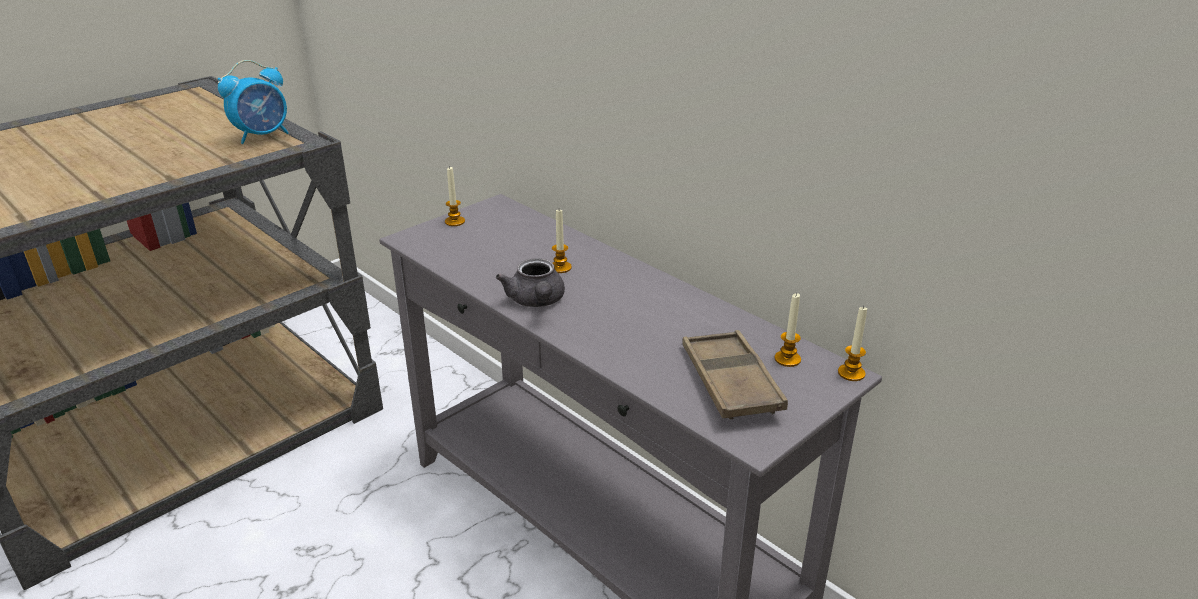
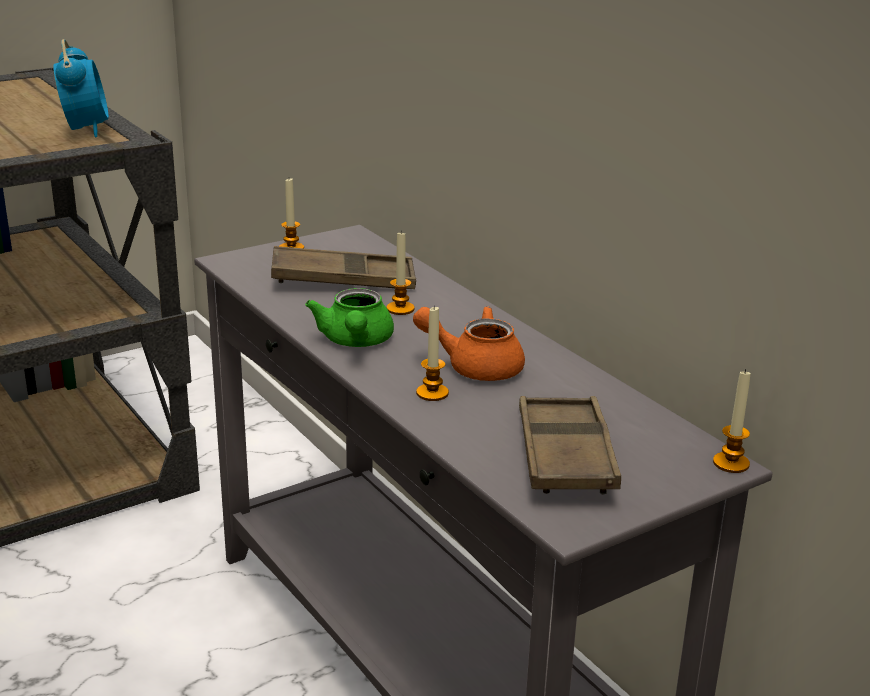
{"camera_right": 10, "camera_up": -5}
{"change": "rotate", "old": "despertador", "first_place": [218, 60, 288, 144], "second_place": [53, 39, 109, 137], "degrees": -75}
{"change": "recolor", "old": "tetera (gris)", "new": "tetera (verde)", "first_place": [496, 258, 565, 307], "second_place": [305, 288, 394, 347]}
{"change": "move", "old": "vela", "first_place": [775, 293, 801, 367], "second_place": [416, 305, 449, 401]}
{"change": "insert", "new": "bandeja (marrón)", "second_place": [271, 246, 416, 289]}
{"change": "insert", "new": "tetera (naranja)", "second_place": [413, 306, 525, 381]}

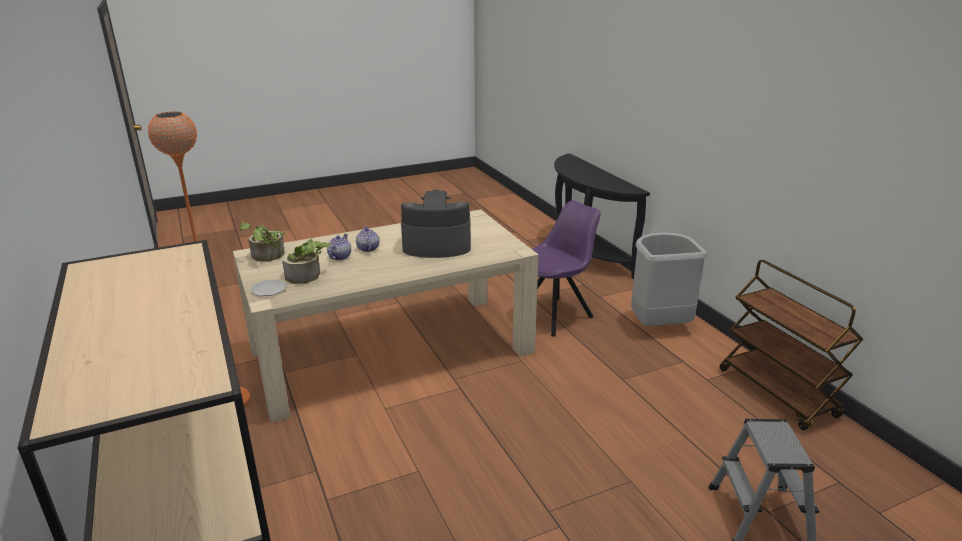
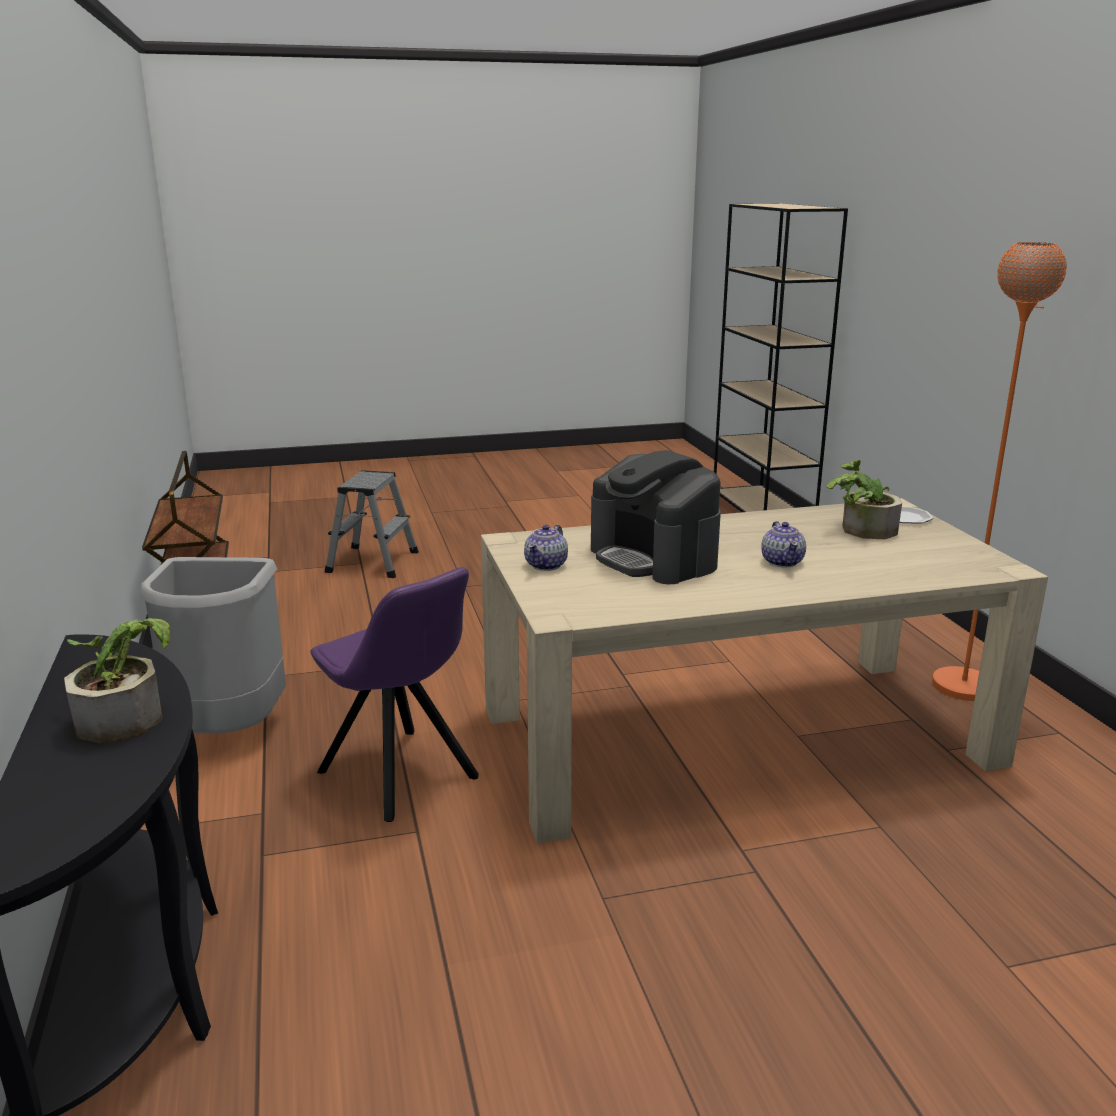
{"camera_right": -170, "camera_up": -5}
{"change": "rotate", "old": "cafetera", "first_place": [401, 190, 471, 258], "second_place": [591, 450, 721, 584], "degrees": 45}
{"change": "rotate", "old": "silla (morado)", "first_place": [532, 200, 601, 337], "second_place": [310, 567, 479, 822], "degrees": -105}
{"change": "move", "old": "planta en maceta", "first_place": [240, 222, 285, 262], "second_place": [64, 618, 170, 744]}
{"change": "move", "old": "tetera", "first_place": [327, 234, 351, 260], "second_place": [524, 525, 568, 571]}

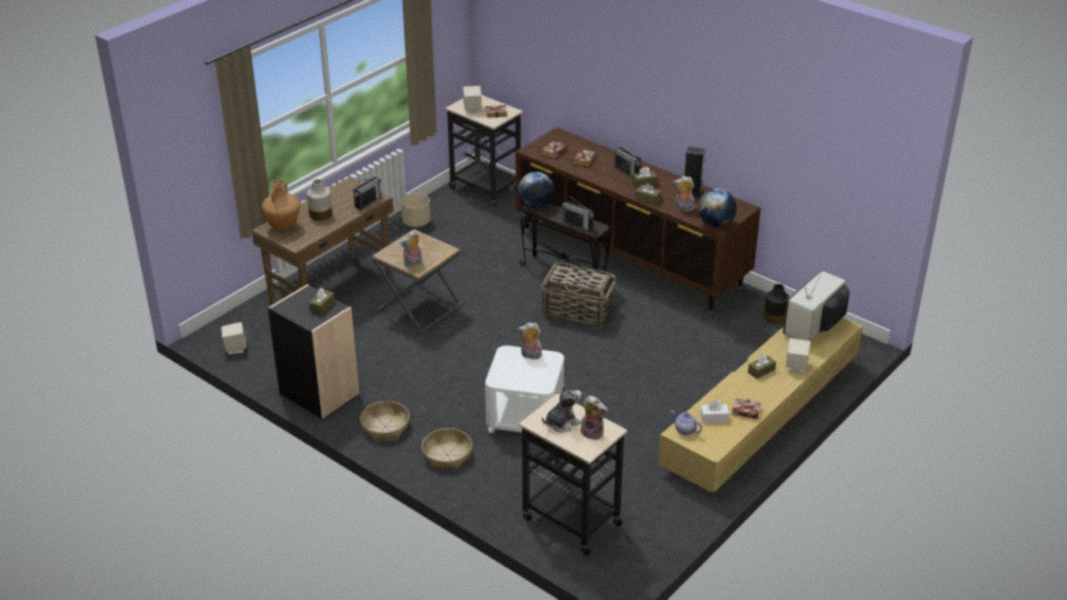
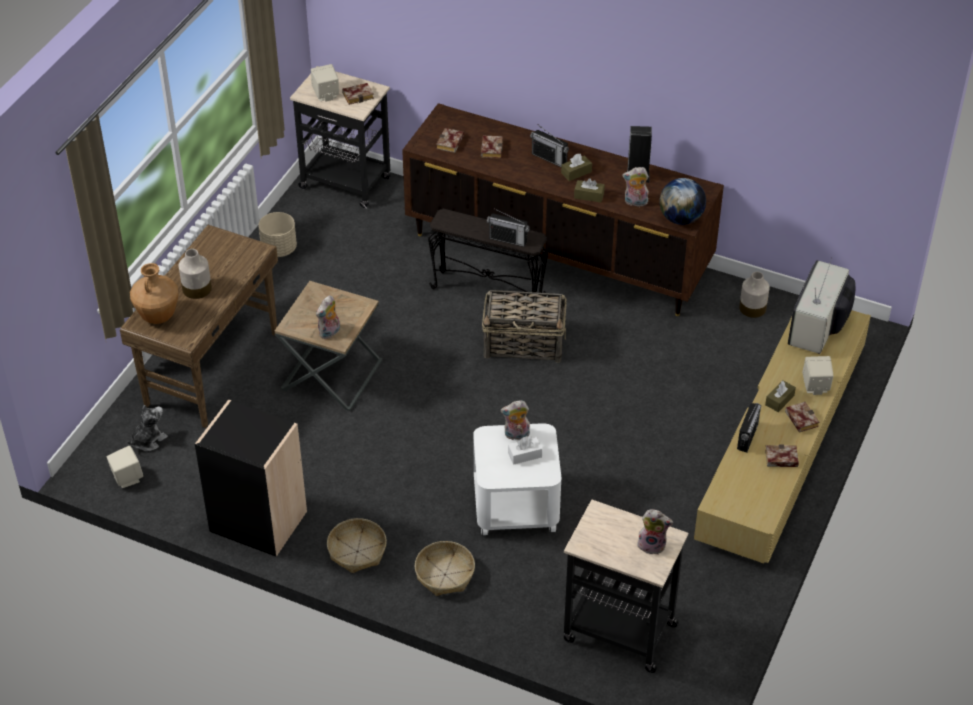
{"camera_right": -15, "camera_up": 10}
{"change": "delete", "old": "globo terráqueo", "first_place": [518, 172, 554, 208]}
{"change": "move", "old": "radio", "first_place": [353, 177, 381, 210], "second_place": [737, 403, 761, 452]}
{"change": "recolor", "old": "florero (negro)", "new": "florero (beis)", "first_place": [764, 284, 789, 324], "second_place": [739, 272, 770, 318]}
{"change": "delete", "old": "caja de pañuelos (marrón)", "first_place": [309, 288, 335, 315]}
{"change": "move", "old": "peluche", "first_place": [542, 385, 582, 433], "second_place": [127, 405, 168, 451]}
{"change": "move", "old": "caja de pañuelos (blanco)", "first_place": [700, 400, 729, 423], "second_place": [508, 436, 542, 465]}
{"change": "delete", "old": "tetera", "first_place": [671, 410, 702, 435]}
{"change": "insert", "new": "libro", "second_place": [785, 402, 820, 433]}

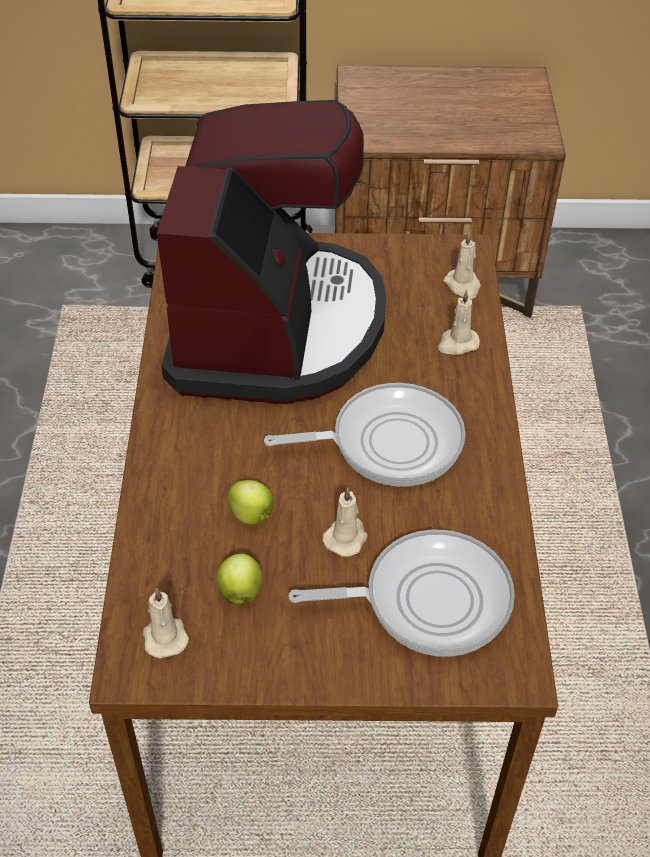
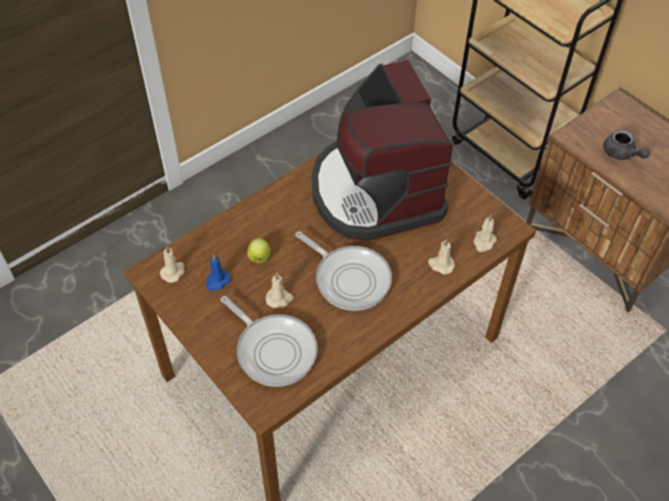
{"camera_right": 50, "camera_up": 5}
{"change": "rotate", "old": "cafetera", "first_place": [156, 100, 386, 404], "second_place": [312, 60, 453, 241], "degrees": 105}
{"change": "replace", "old": "manzana", "new": "vela (azul)", "first_place": [217, 553, 262, 605], "second_place": [206, 254, 231, 291]}
{"change": "insert", "new": "tetera (gris)", "second_place": [603, 130, 650, 160]}

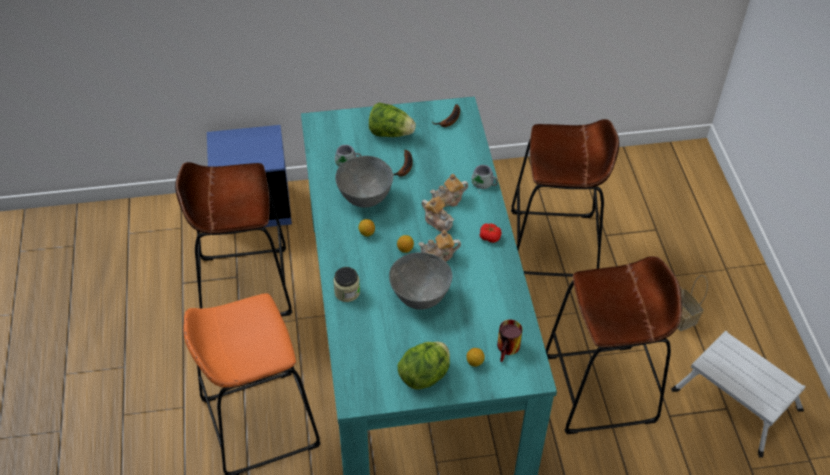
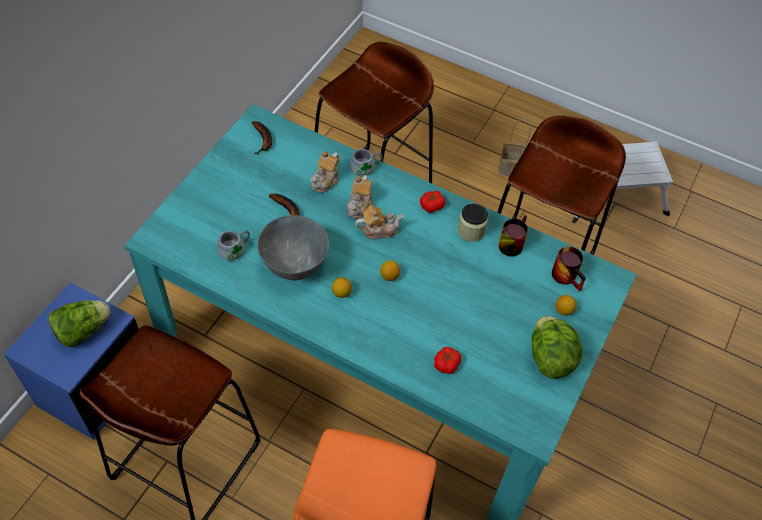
{"camera_right": -55, "camera_up": 5}
{"change": "move", "old": "lechuga", "first_place": [369, 103, 416, 137], "second_place": [48, 300, 111, 347]}
{"change": "move", "old": "tetera", "first_place": [418, 230, 461, 262], "second_place": [311, 151, 340, 193]}
{"change": "delete", "old": "cuenco (gris)", "first_place": [389, 252, 452, 310]}
{"change": "move", "old": "tarro", "first_place": [333, 267, 360, 302], "second_place": [458, 203, 488, 242]}
{"change": "insert", "new": "taza grande", "second_place": [499, 215, 528, 257]}
{"change": "insert", "new": "tomate", "second_place": [434, 347, 461, 374]}

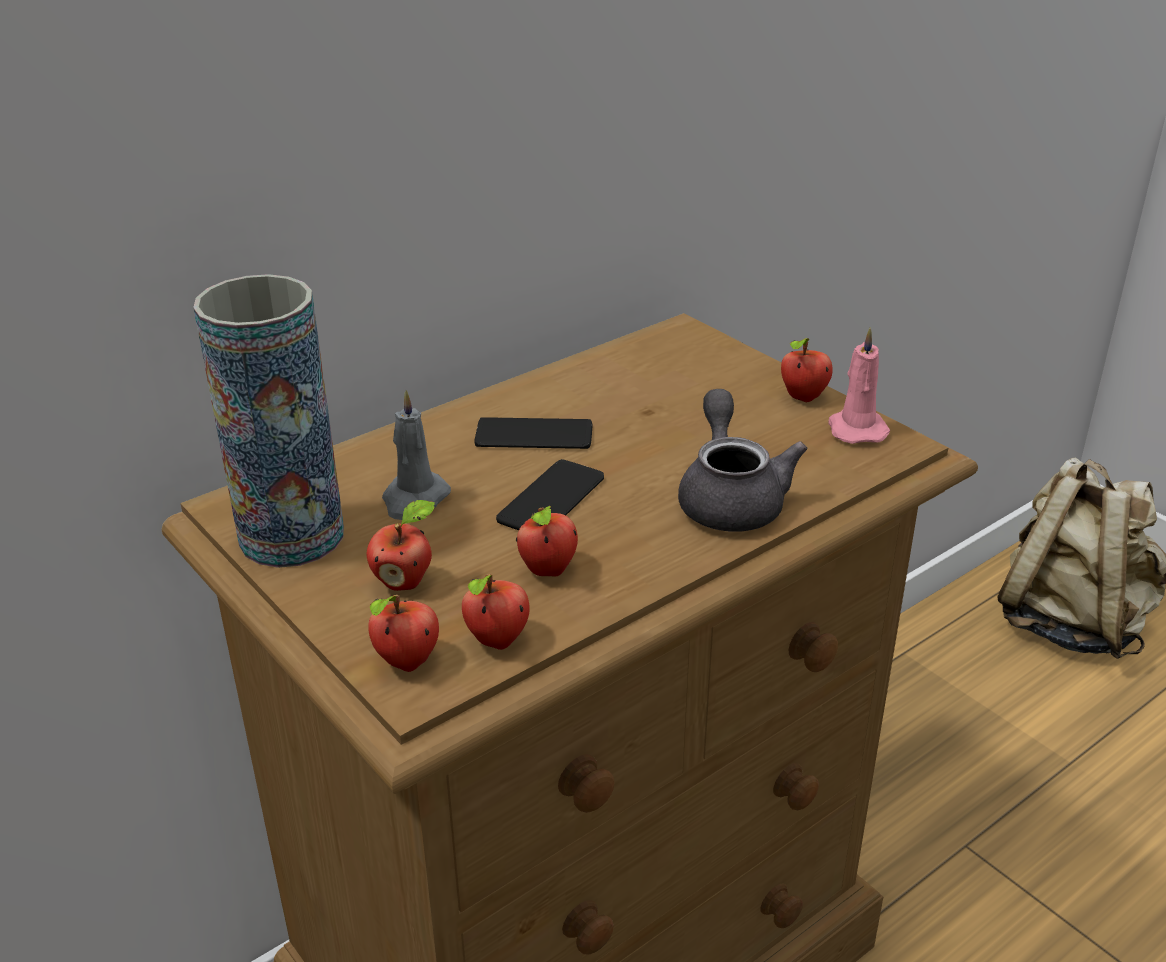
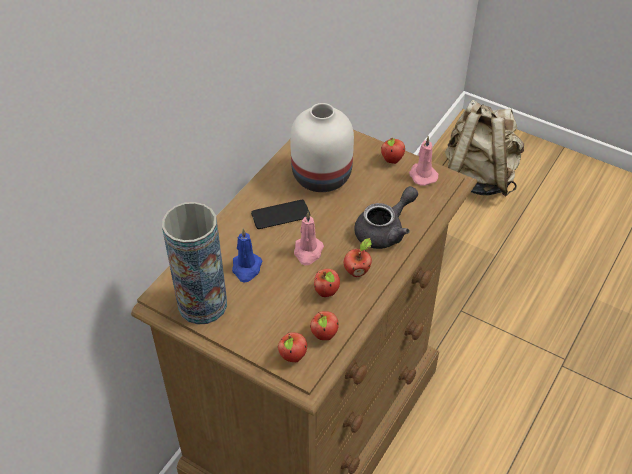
{"camera_right": -20, "camera_up": 15}
{"change": "rotate", "old": "tetera (gris)", "first_place": [678, 389, 807, 531], "second_place": [354, 186, 418, 249], "degrees": 75}
{"change": "recolor", "old": "vela (gris)", "new": "vela (azul)", "first_place": [382, 390, 451, 520], "second_place": [232, 228, 262, 283]}
{"change": "replace", "old": "móvil", "new": "vela (rosa)", "first_place": [496, 459, 604, 530], "second_place": [294, 212, 324, 265]}
{"change": "move", "old": "manzana", "first_place": [367, 500, 435, 591], "second_place": [344, 238, 372, 277]}
{"change": "insert", "new": "florero (blanco)", "second_place": [290, 103, 354, 192]}

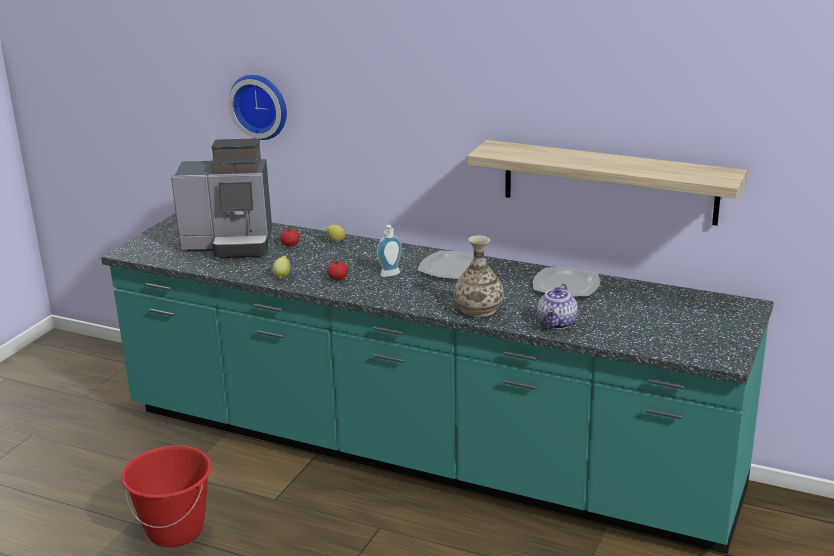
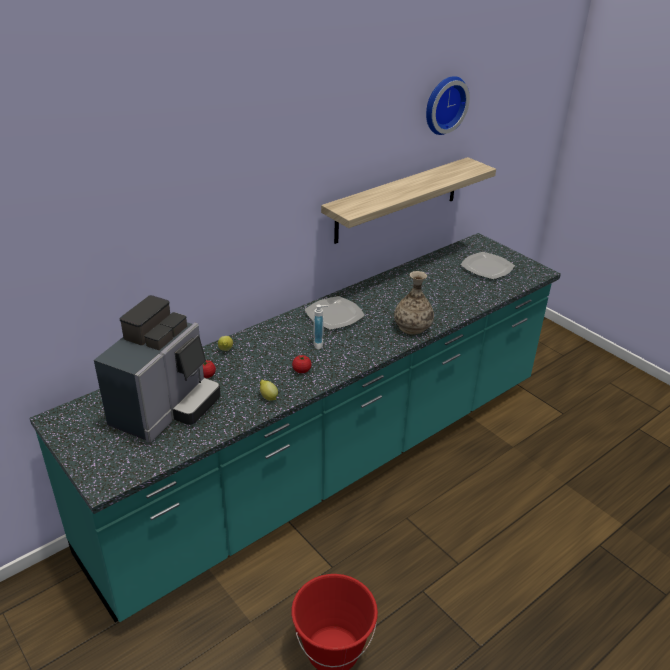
{"camera_right": -65, "camera_up": 10}
{"change": "move", "old": "reloj de pared", "first_place": [228, 75, 287, 140], "second_place": [426, 76, 470, 135]}
{"change": "move", "old": "plato", "first_place": [533, 267, 600, 297], "second_place": [461, 252, 515, 279]}
{"change": "delete", "old": "tetera", "first_place": [537, 284, 578, 329]}

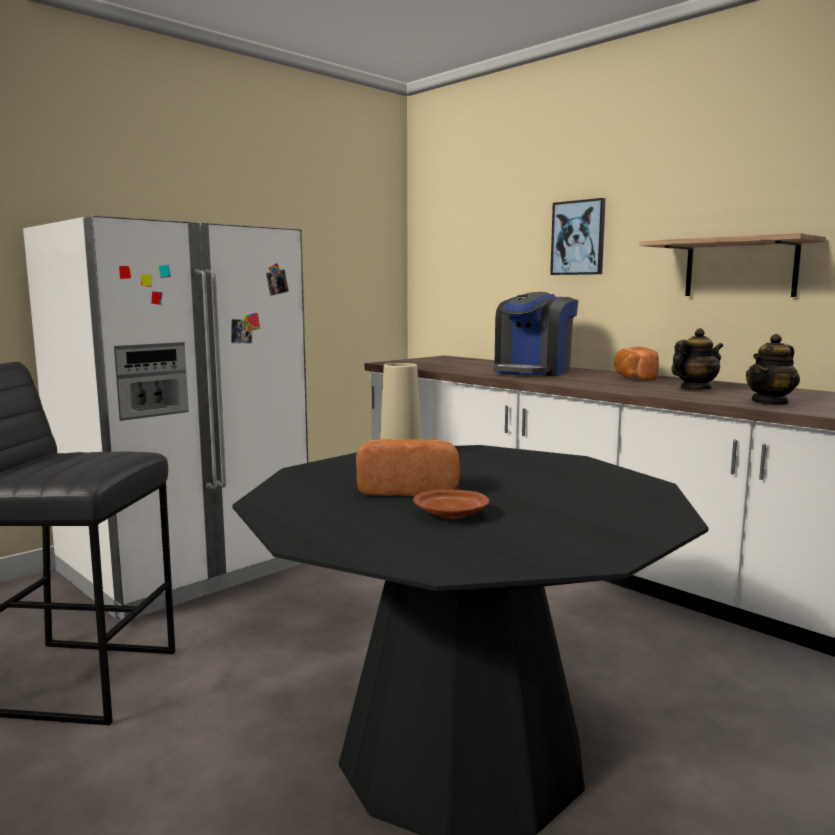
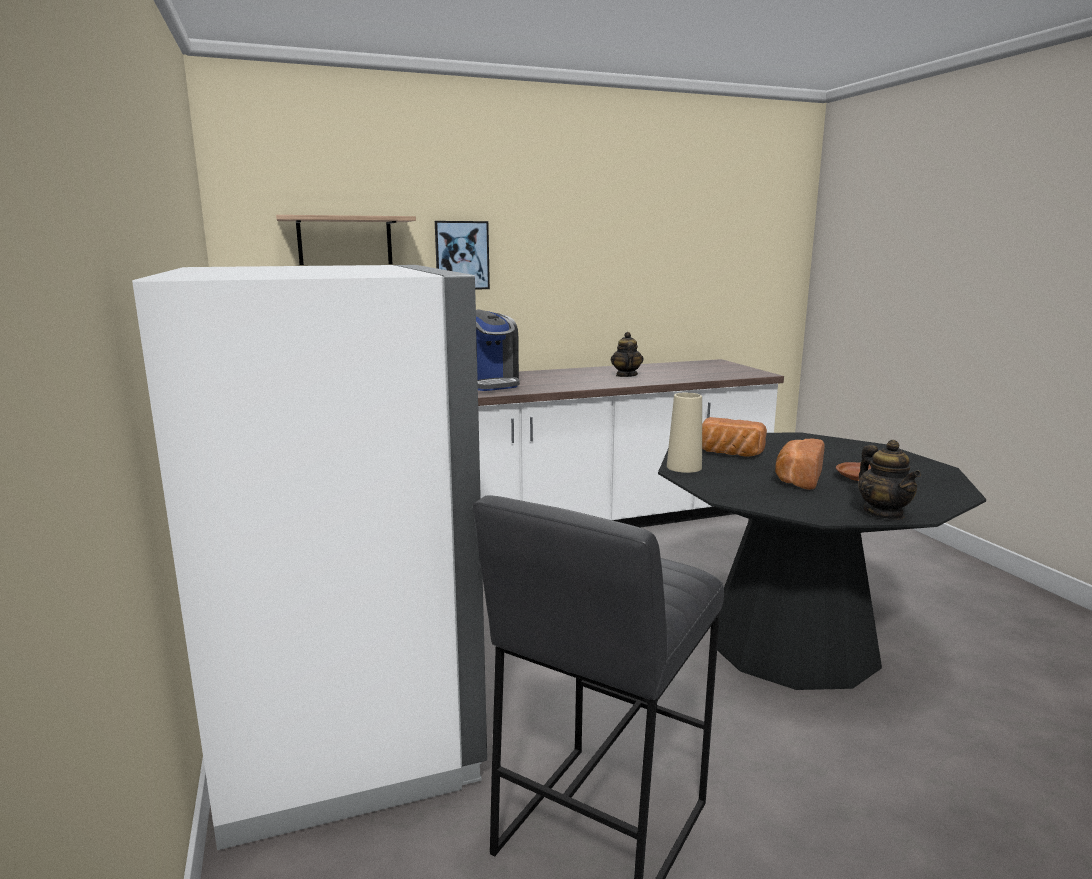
{"camera_right": -65, "camera_up": 5}
{"change": "move", "old": "estante", "first_place": [639, 233, 826, 297], "second_place": [276, 215, 416, 265]}
{"change": "move", "old": "tetera", "first_place": [746, 334, 800, 406], "second_place": [858, 440, 921, 520]}
{"change": "move", "old": "pan", "first_place": [614, 347, 659, 381], "second_place": [702, 417, 767, 456]}

